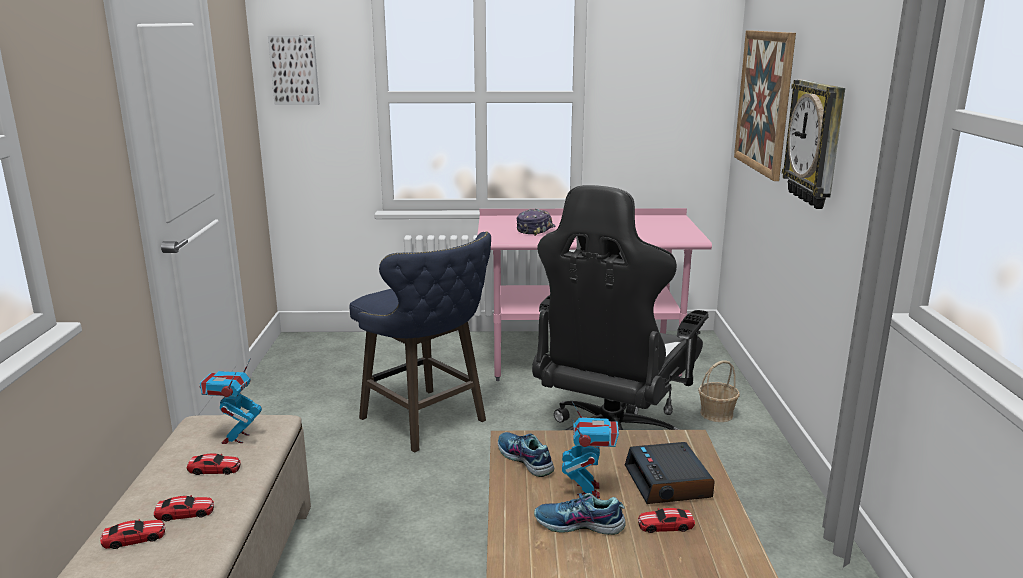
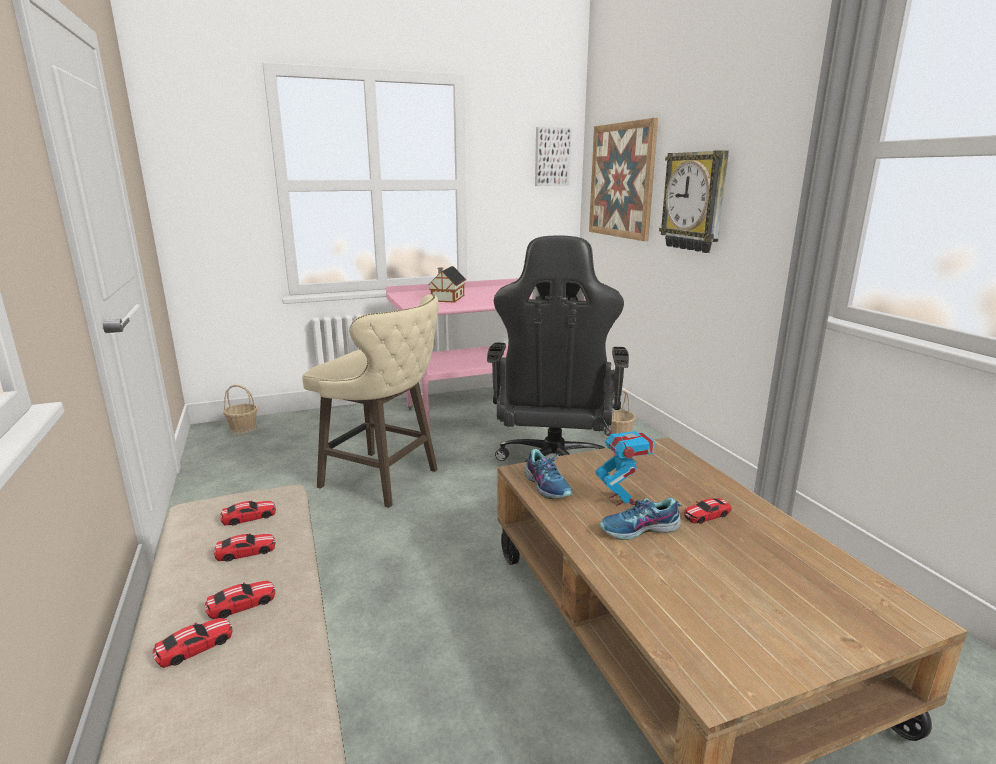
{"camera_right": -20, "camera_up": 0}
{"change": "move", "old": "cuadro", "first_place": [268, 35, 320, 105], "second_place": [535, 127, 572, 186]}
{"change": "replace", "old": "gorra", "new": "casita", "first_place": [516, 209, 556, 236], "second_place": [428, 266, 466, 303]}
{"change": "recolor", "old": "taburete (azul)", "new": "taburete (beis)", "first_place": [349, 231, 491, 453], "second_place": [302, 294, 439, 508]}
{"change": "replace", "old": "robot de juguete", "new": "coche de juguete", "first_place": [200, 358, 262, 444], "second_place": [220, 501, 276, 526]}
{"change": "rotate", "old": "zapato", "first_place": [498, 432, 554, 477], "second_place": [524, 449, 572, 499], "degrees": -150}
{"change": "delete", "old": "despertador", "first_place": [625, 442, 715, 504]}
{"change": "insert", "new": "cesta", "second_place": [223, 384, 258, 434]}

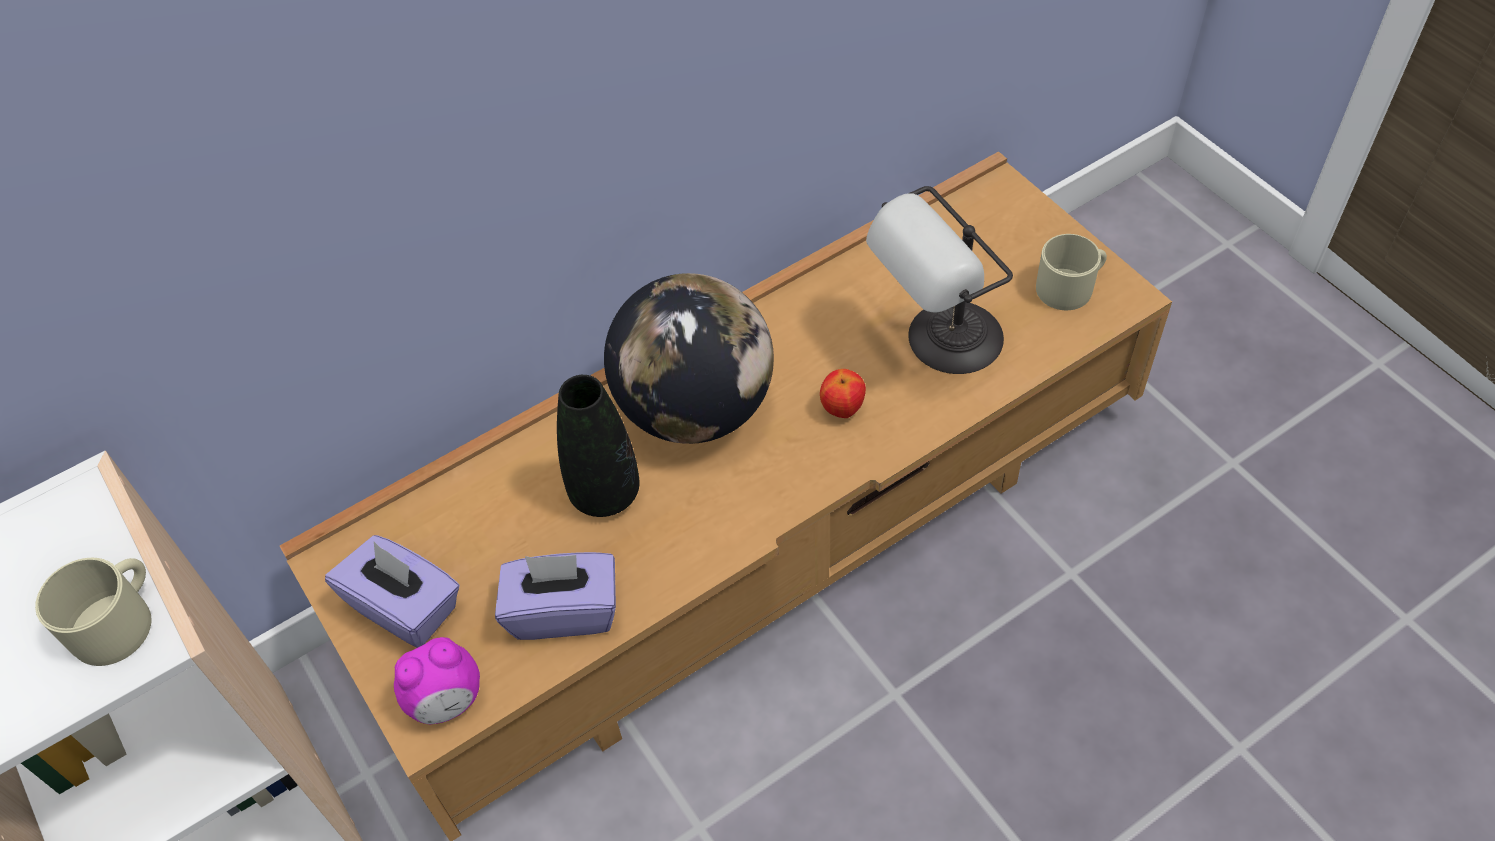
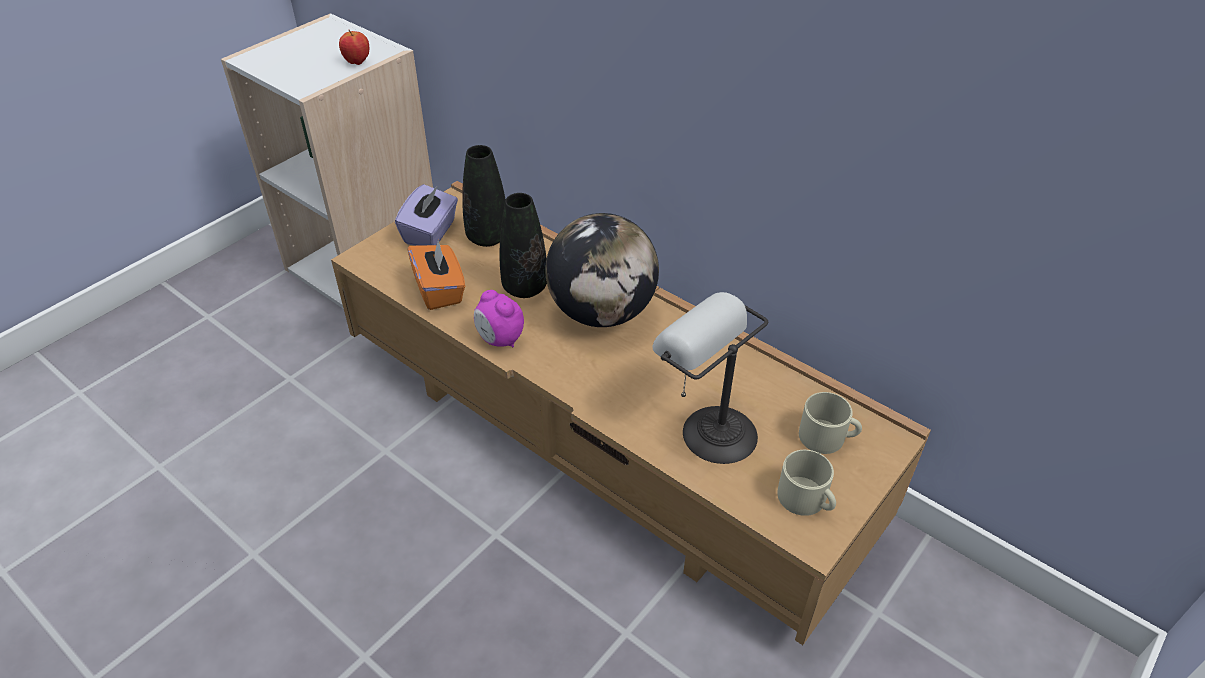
{"camera_right": 70, "camera_up": -10}
{"change": "move", "old": "manzana", "first_place": [820, 369, 866, 418], "second_place": [339, 30, 369, 65]}
{"change": "recolor", "old": "caja de pañuelos (morado)", "new": "caja de pañuelos (naranja)", "first_place": [495, 552, 616, 640], "second_place": [408, 238, 465, 310]}
{"change": "move", "old": "taza grande (beis)", "first_place": [35, 558, 151, 666], "second_place": [799, 392, 862, 454]}
{"change": "move", "old": "despertador", "first_place": [394, 637, 480, 724], "second_place": [474, 290, 524, 347]}
{"change": "insert", "new": "florero (negro)", "second_place": [462, 145, 506, 247]}

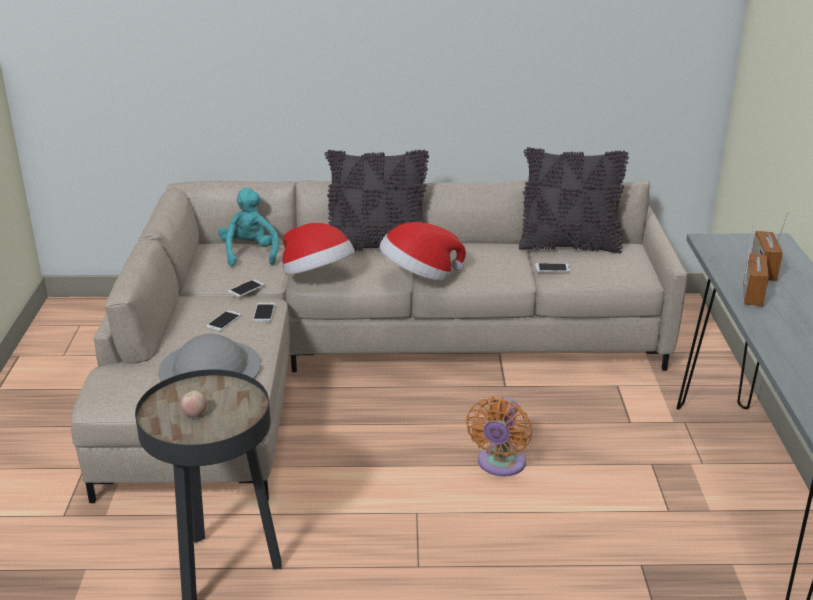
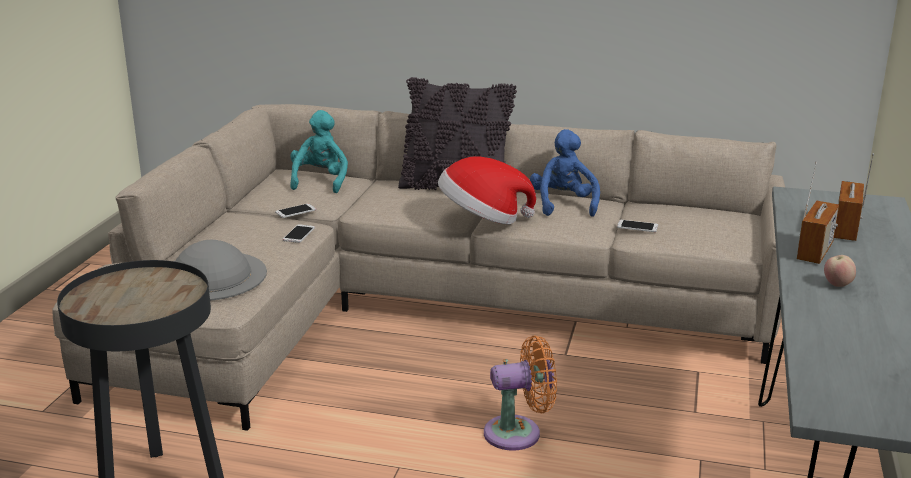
{"camera_right": 15, "camera_up": -5}
{"change": "delete", "old": "cojín (negro)", "first_place": [519, 147, 629, 254]}
{"change": "delete", "old": "sombrero", "first_place": [282, 223, 355, 275]}
{"change": "delete", "old": "móvil", "first_place": [206, 310, 241, 331]}
{"change": "move", "old": "manzana", "first_place": [180, 390, 207, 418], "second_place": [824, 255, 856, 287]}
{"change": "rotate", "old": "ventilador (naranja)", "first_place": [466, 397, 532, 477], "second_place": [484, 335, 557, 451], "degrees": -135}
{"change": "insert", "new": "peluche (azul)", "second_place": [530, 129, 600, 217]}

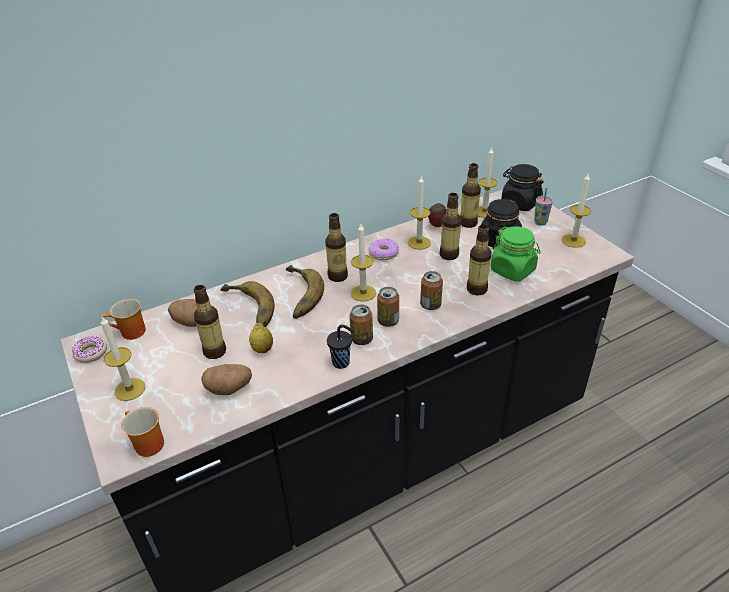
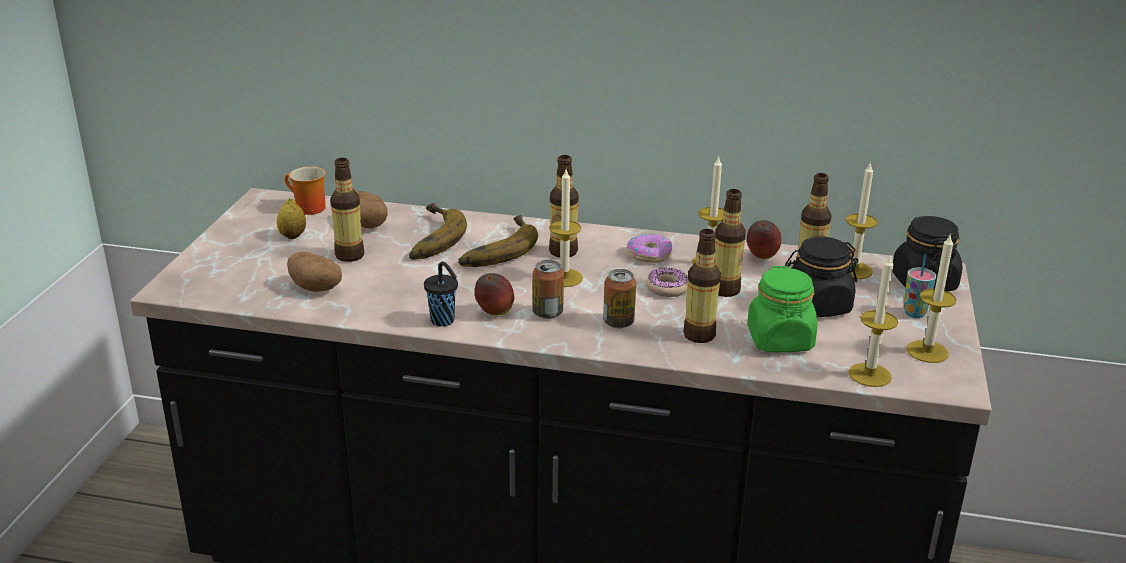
{"camera_right": 40, "camera_up": -10}
{"change": "replace", "old": "lata", "new": "manzana", "first_place": [349, 304, 373, 345], "second_place": [475, 273, 514, 316]}
{"change": "move", "old": "vela", "first_place": [101, 317, 145, 401], "second_place": [849, 256, 898, 387]}
{"change": "move", "old": "limón", "first_place": [249, 323, 273, 353], "second_place": [277, 199, 306, 239]}
{"change": "move", "old": "rosquilla", "first_place": [72, 336, 107, 363], "second_place": [646, 268, 688, 297]}
{"change": "delete", "old": "taza grande", "first_place": [121, 407, 164, 457]}

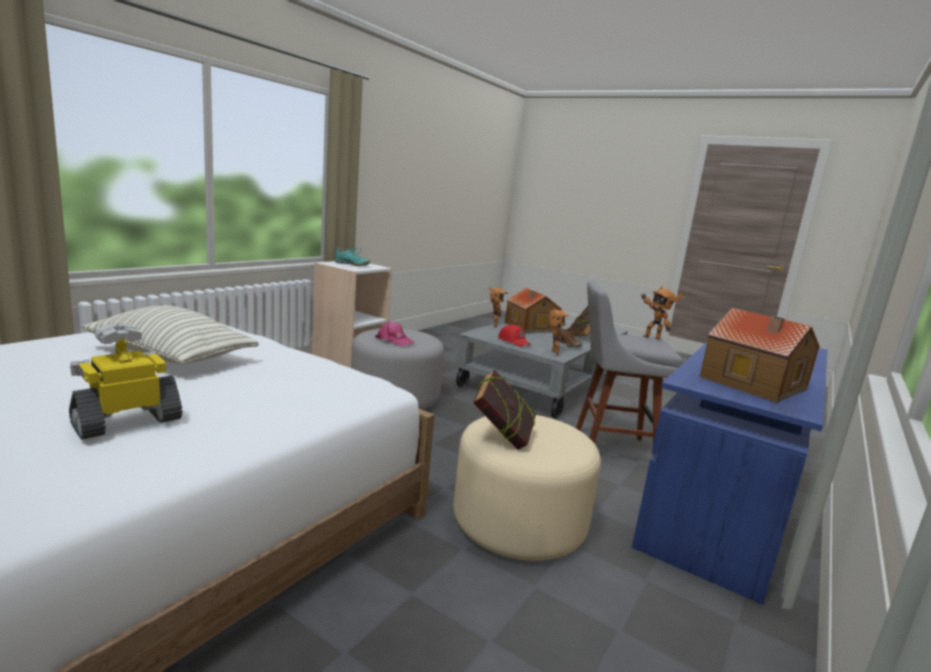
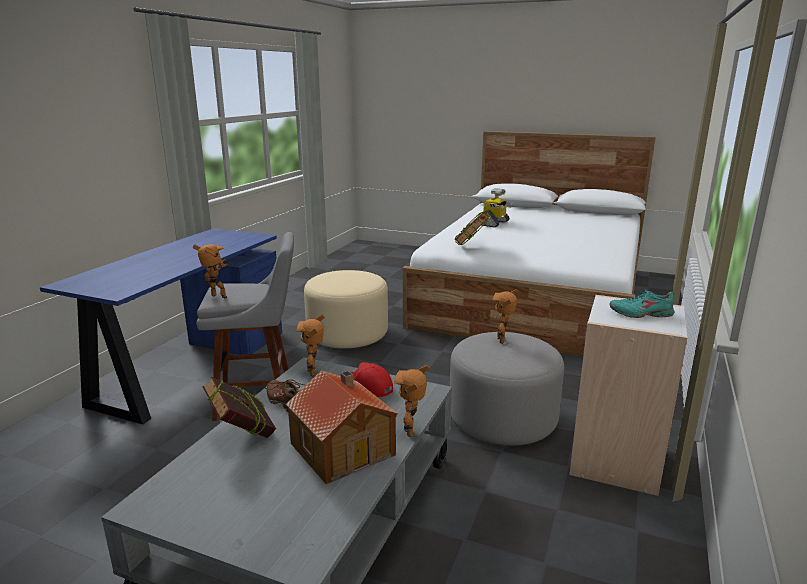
{"camera_right": 170, "camera_up": 5}
{"change": "delete", "old": "cojín", "first_place": [81, 305, 259, 364]}
{"change": "delete", "old": "casita", "first_place": [700, 308, 820, 403]}
{"change": "replace", "old": "gorra (rosa)", "new": "robot de juguete", "first_place": [375, 321, 414, 346], "second_place": [492, 289, 519, 344]}
{"change": "move", "old": "libro", "first_place": [473, 370, 536, 450], "second_place": [454, 211, 489, 245]}

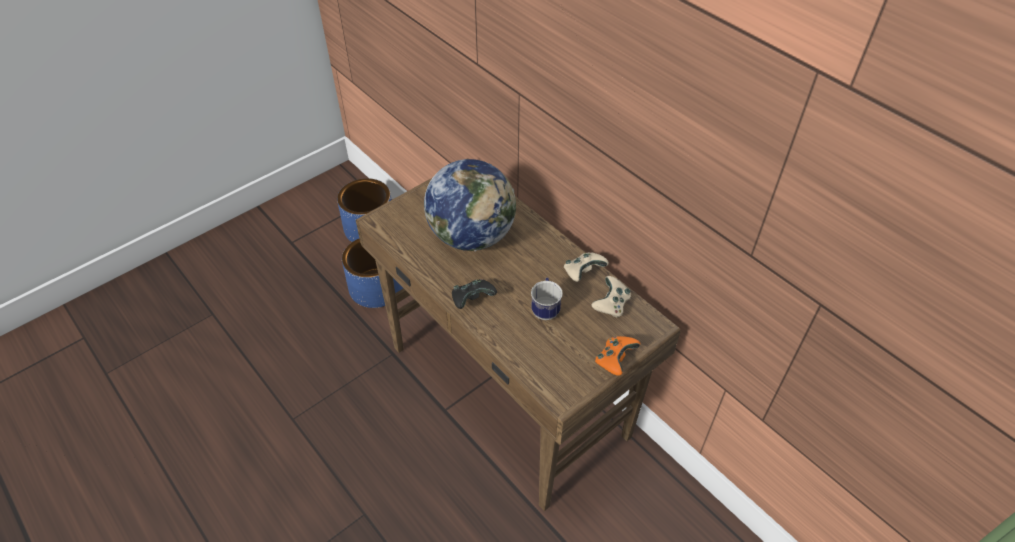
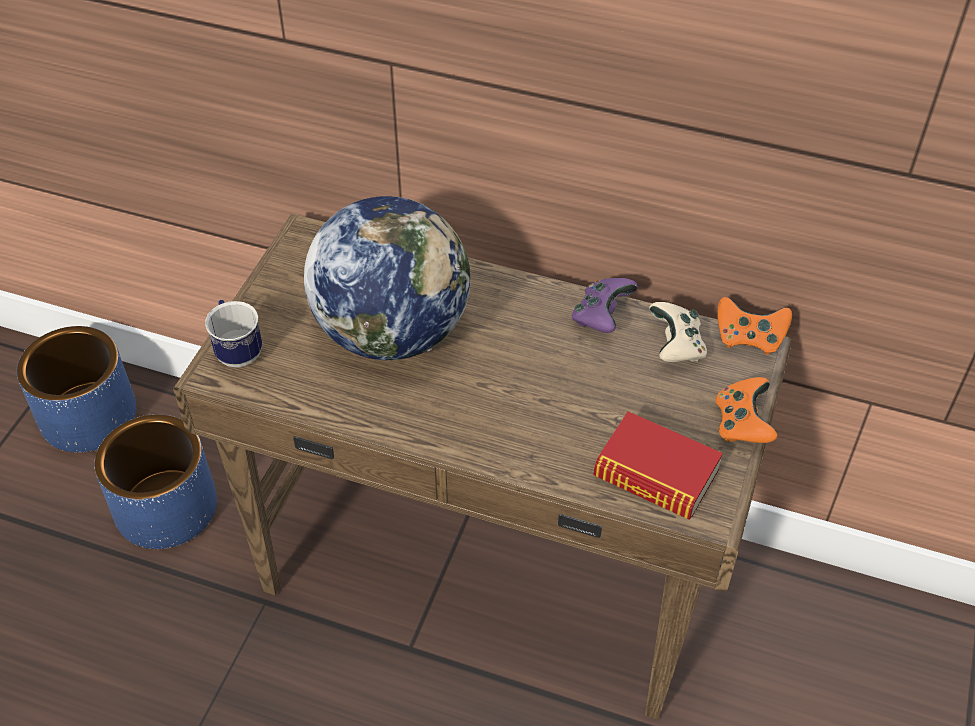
{"camera_right": -30, "camera_up": 0}
{"change": "recolor", "old": "mando de consola (beis)", "new": "mando de consola (morado)", "first_place": [564, 252, 609, 282], "second_place": [572, 278, 638, 333]}
{"change": "move", "old": "taza grande", "first_place": [531, 278, 563, 320], "second_place": [205, 300, 262, 367]}
{"change": "delete", "old": "mando de consola (negro)", "first_place": [452, 279, 497, 309]}
{"change": "insert", "new": "mando de consola (naranja)", "second_place": [717, 297, 792, 355]}
{"change": "insert", "new": "libro", "second_place": [594, 411, 723, 520]}

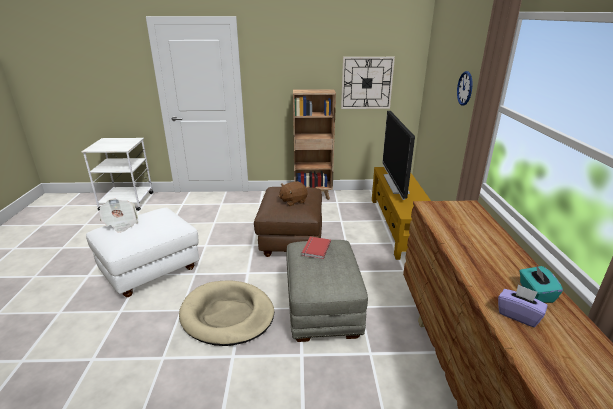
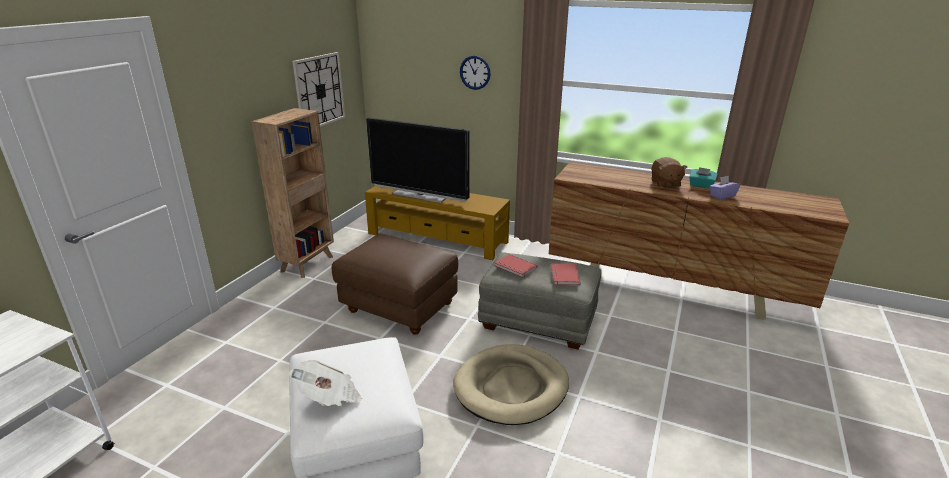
{"camera_right": -65, "camera_up": 0}
{"change": "move", "old": "peluche (marrón)", "first_place": [279, 181, 308, 206], "second_place": [651, 157, 687, 188]}
{"change": "insert", "new": "libro (rojo)", "second_place": [551, 263, 581, 285]}

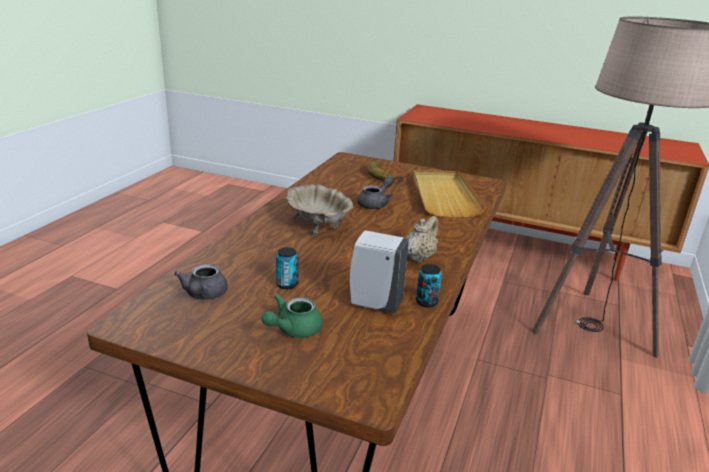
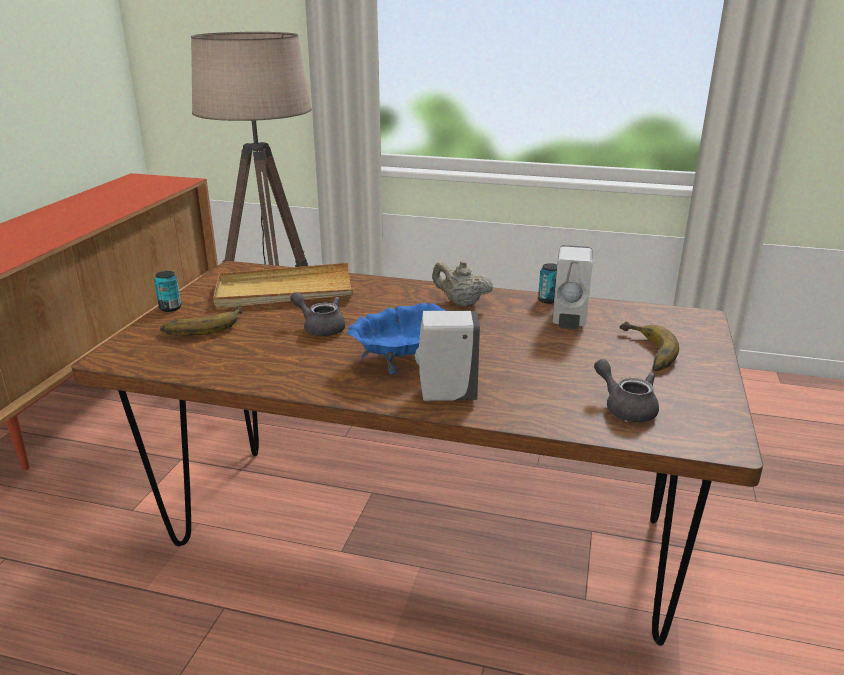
{"camera_right": -95, "camera_up": 0}
{"change": "recolor", "old": "cuenco (beis)", "new": "cuenco (azul)", "first_place": [286, 184, 353, 236], "second_place": [347, 303, 446, 375]}
{"change": "move", "old": "lata", "first_place": [276, 247, 299, 289], "second_place": [154, 271, 181, 312]}
{"change": "rotate", "old": "tetera (gris)", "first_place": [174, 264, 228, 300], "second_place": [594, 359, 659, 422], "degrees": -120}
{"change": "replace", "old": "tetera (verde)", "new": "plátano", "first_place": [262, 294, 323, 338], "second_place": [620, 322, 679, 371]}
{"change": "insert", "new": "dispensador de jabón (blanco)", "second_place": [415, 311, 480, 401]}

